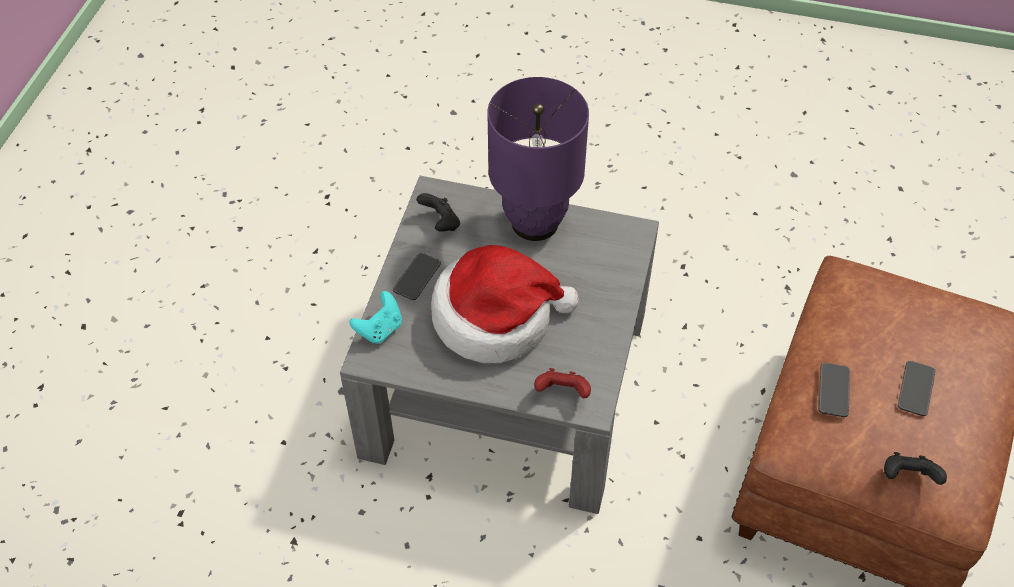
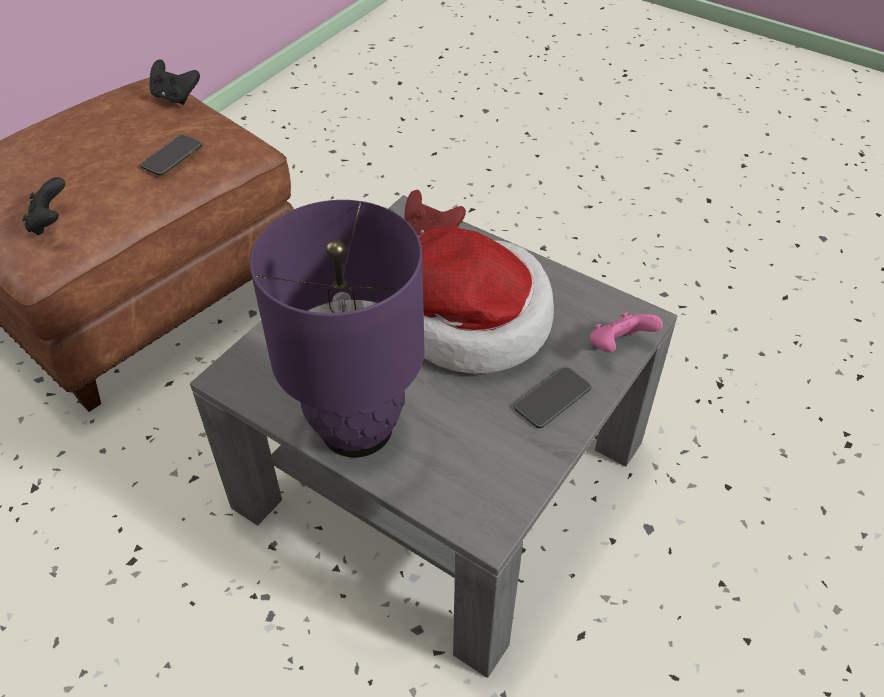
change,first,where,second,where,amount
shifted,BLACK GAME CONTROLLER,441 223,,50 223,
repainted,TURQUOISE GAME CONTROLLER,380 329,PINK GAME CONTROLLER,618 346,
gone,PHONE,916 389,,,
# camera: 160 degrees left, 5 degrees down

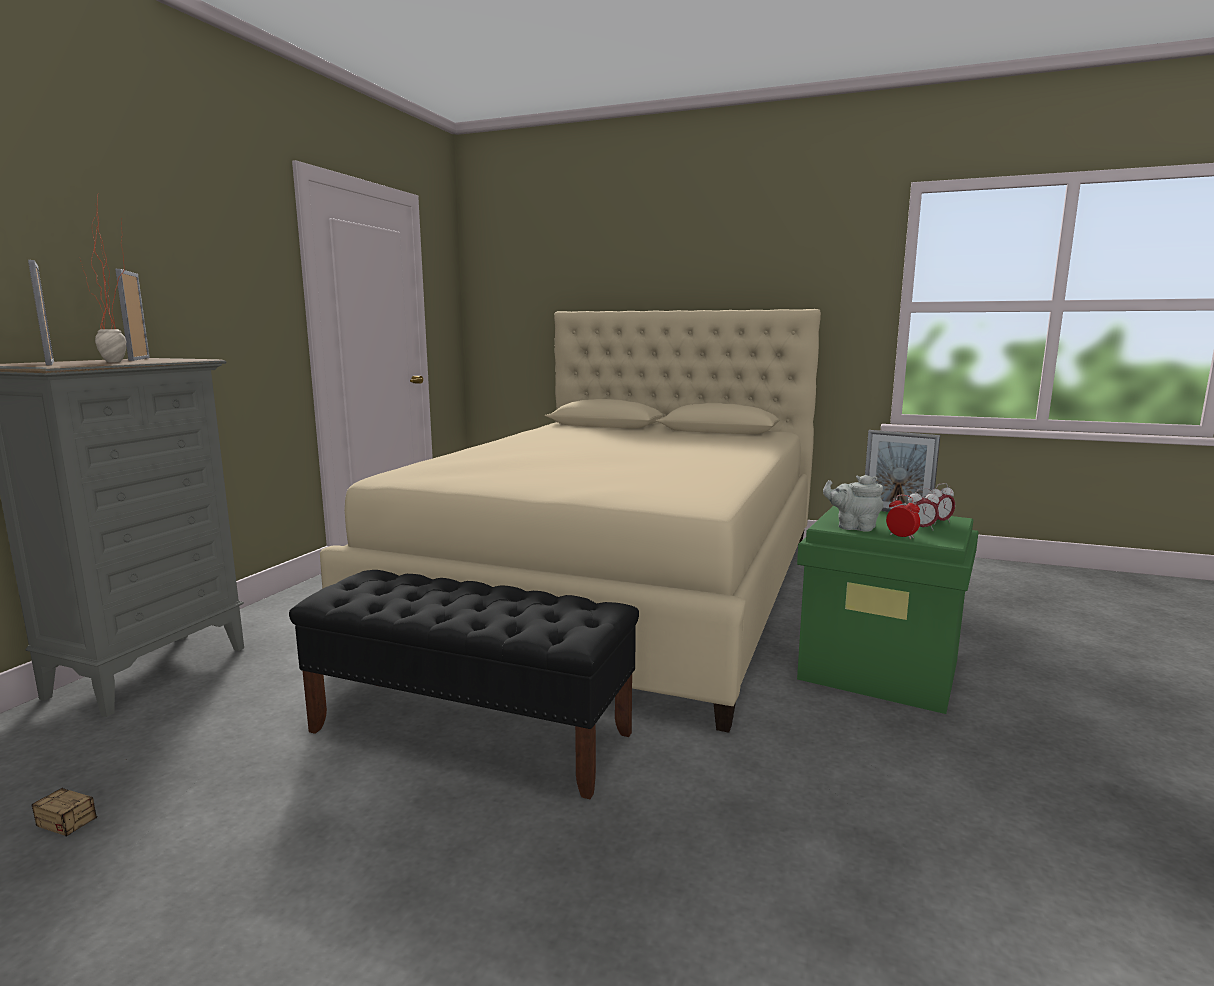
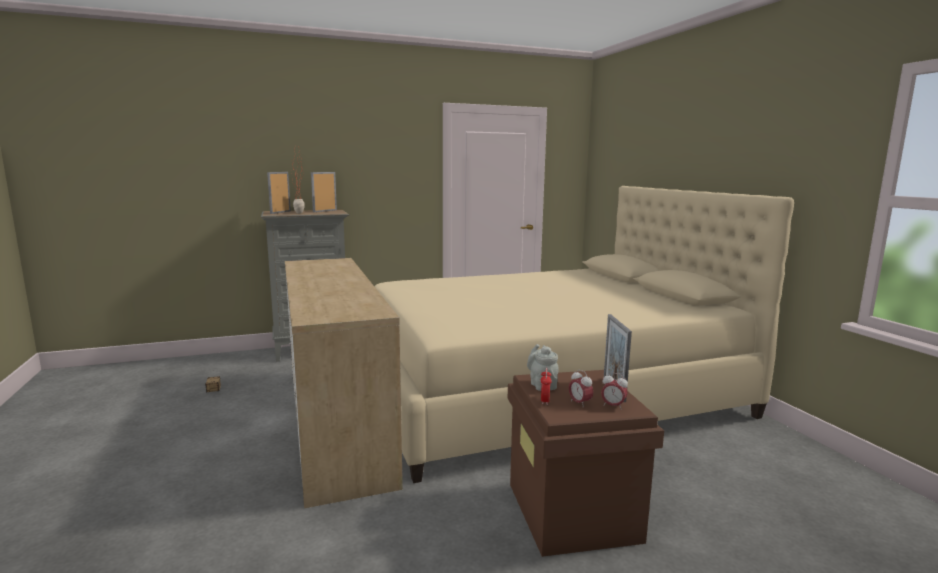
change,first,where,second,where,amount
repainted,GREEN STORAGE BOX,881 670,BROWN STORAGE BOX,573 512,
swapped,BLACK BENCH,471 732,DRESSER,336 422,
# camera: 50 degrees right, 0 degrees up

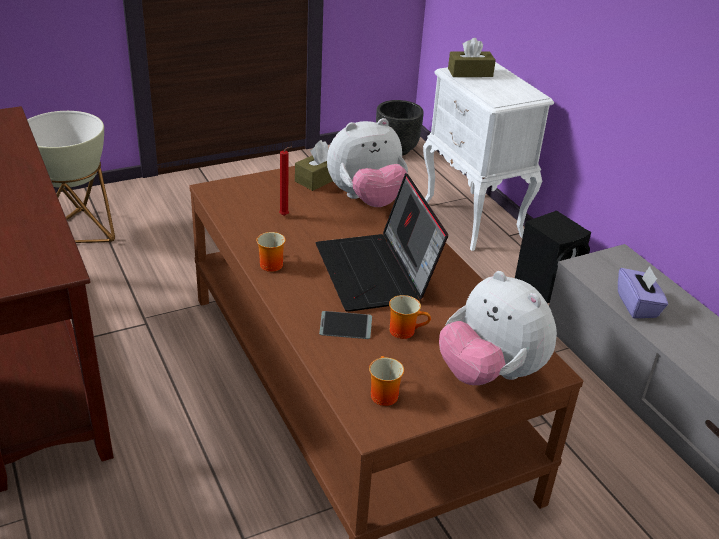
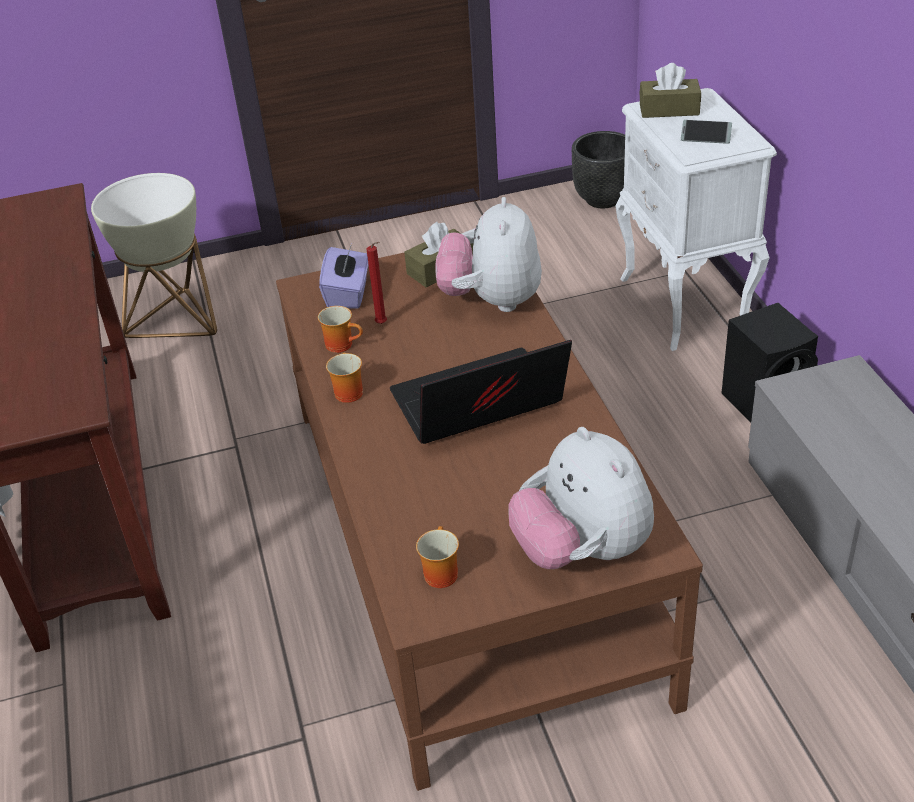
change,first,where,second,where,amount
rotated,PLUSH TOY,366 200,,492 300,105 degrees clockwise
rotated,LAPTOP,377 273,,477 407,75 degrees clockwise
shifted,PURPLE TISSUE BOX,637 305,,348 294,
shifted,MUG,405 330,,343 344,
shifted,PHONE,345 329,,705 137,
# camera: 15 degrees right, 5 degrees up

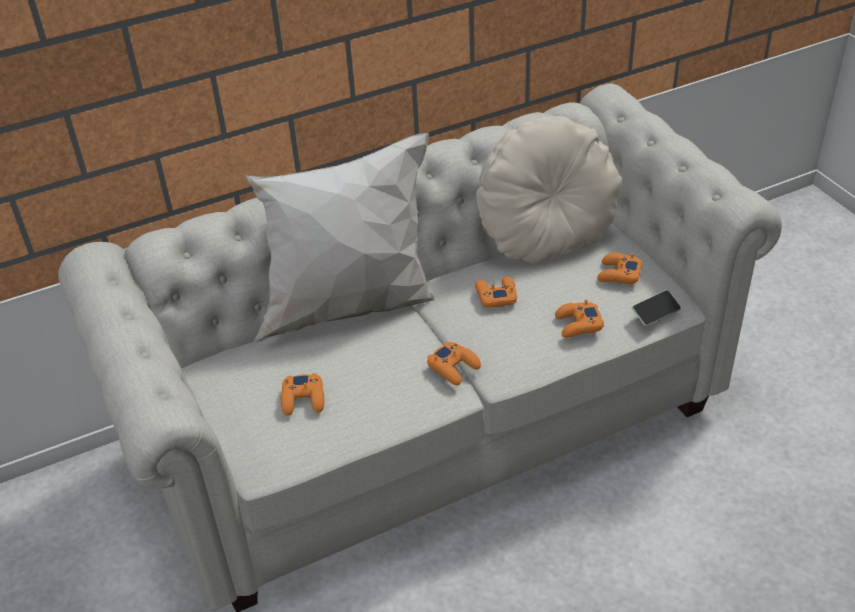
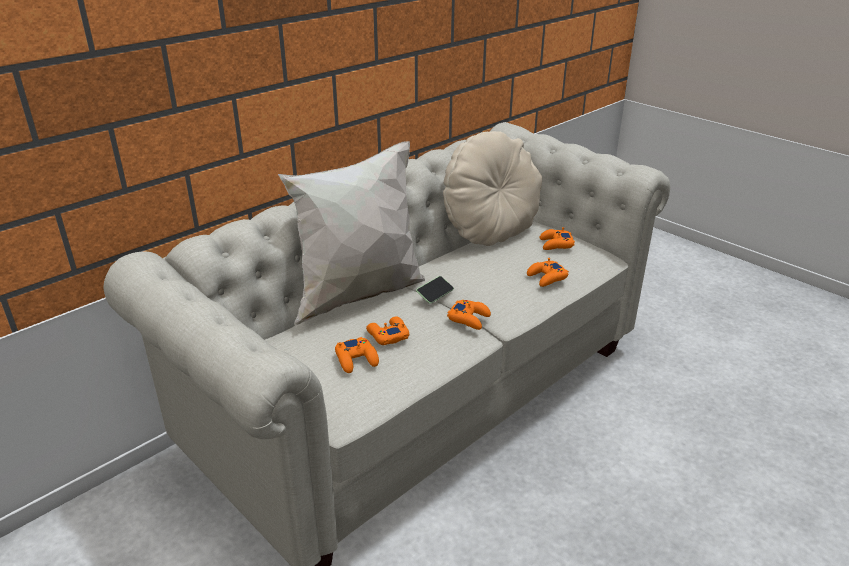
change,first,where,second,where,amount
shifted,ORANGE GAME CONTROLLER,495 296,,387 335,
shifted,PHONE,655 313,,435 295,
# camera: 20 degrees left, 10 degrees down

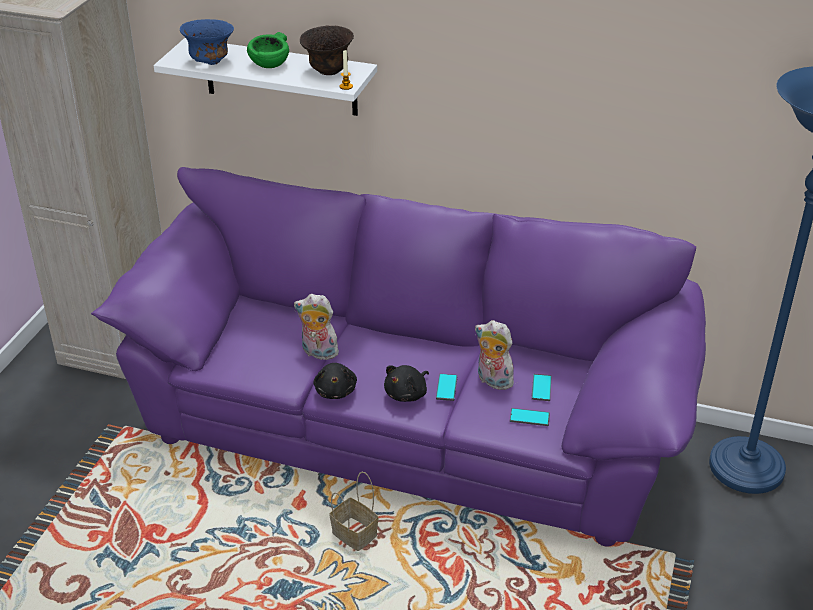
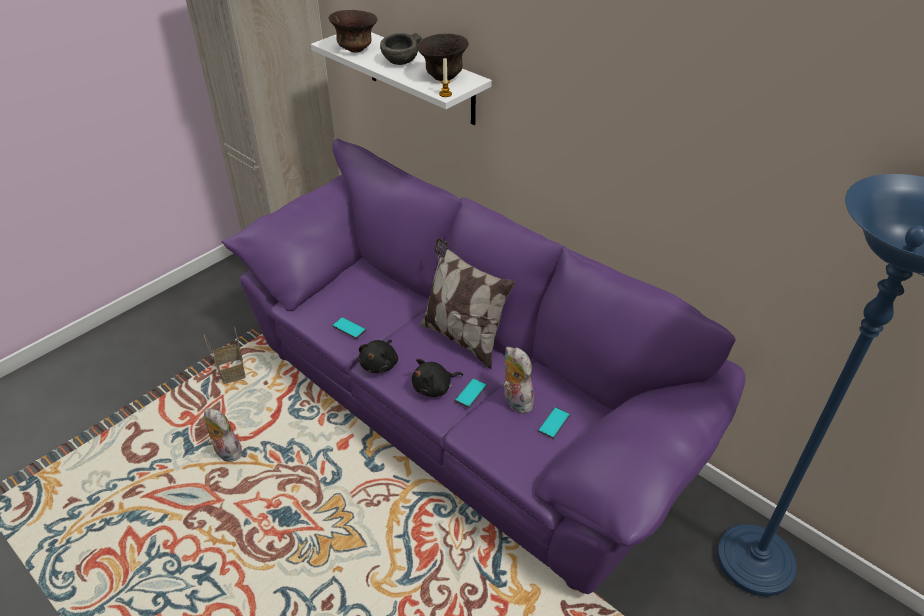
change,first,where,second,where,amount
repainted,BLUE BOWL,209 61,BROWN BOWL,355 49,
repainted,GREEN BOWL,270 64,GREY BOWL,400 61,
shifted,PLUSH TOY,318 353,,226 452,
shifted,PHONE,529 417,,349 328,
shifted,BASKET,353 535,,231 372,
new,,,PILLOW,463 338,
# camera: 25 degrees right, 5 degrees up

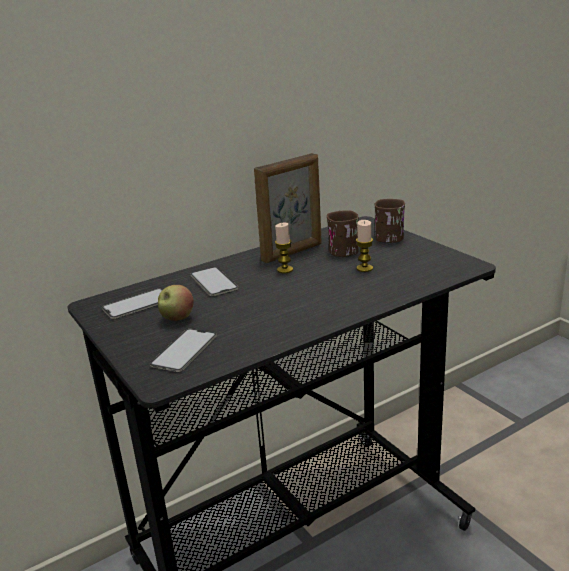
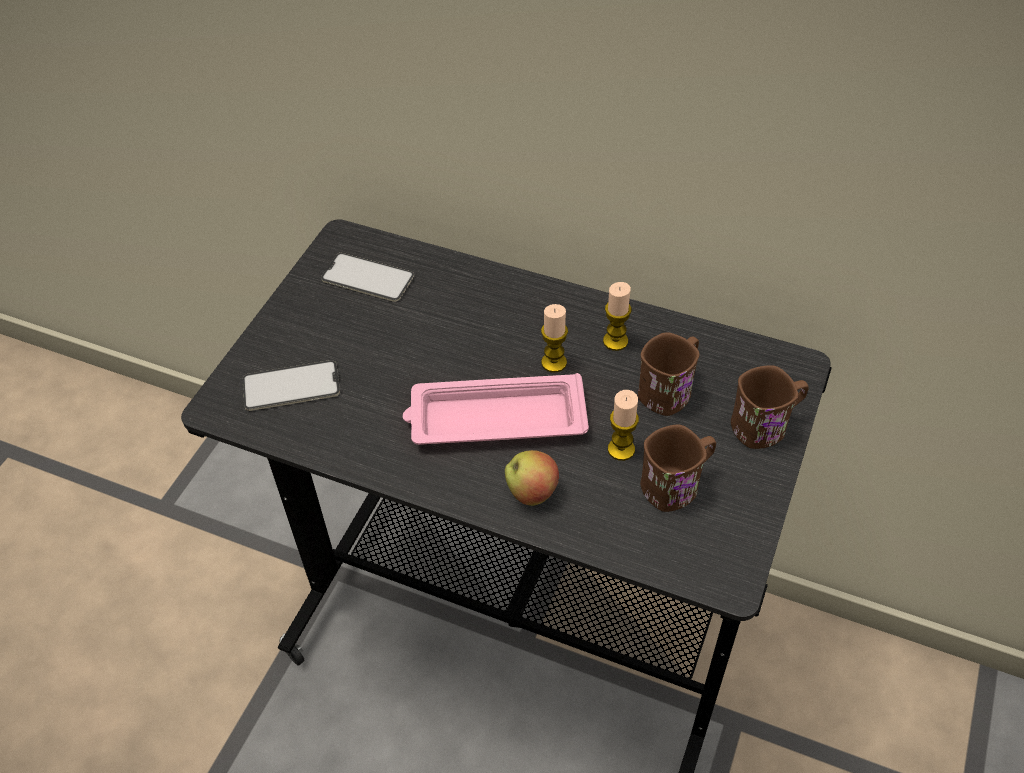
change,first,where,second,where,amount
swapped,PICTURE FRAME,293 252,CANDLE,615 341,
gone,PHONE,213 282,,,
shifted,APPLE,177 318,,532 492,
new,,,PINK TRAY,494 419,
new,,,BROWN MUG,677 484,
# camera: 55 degrees right, 25 degrees up

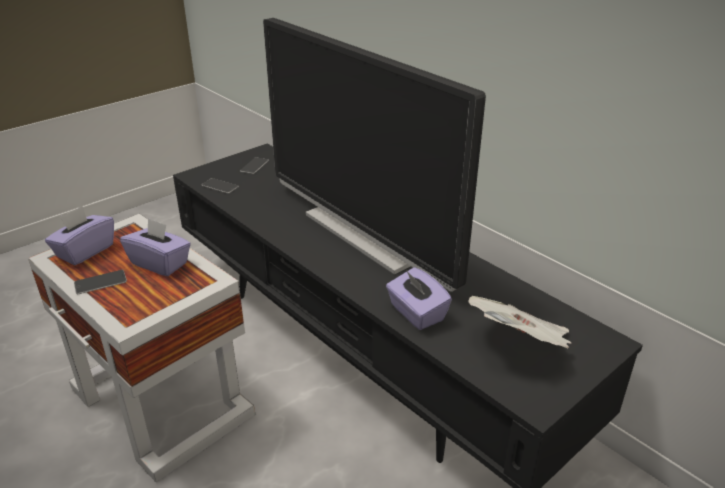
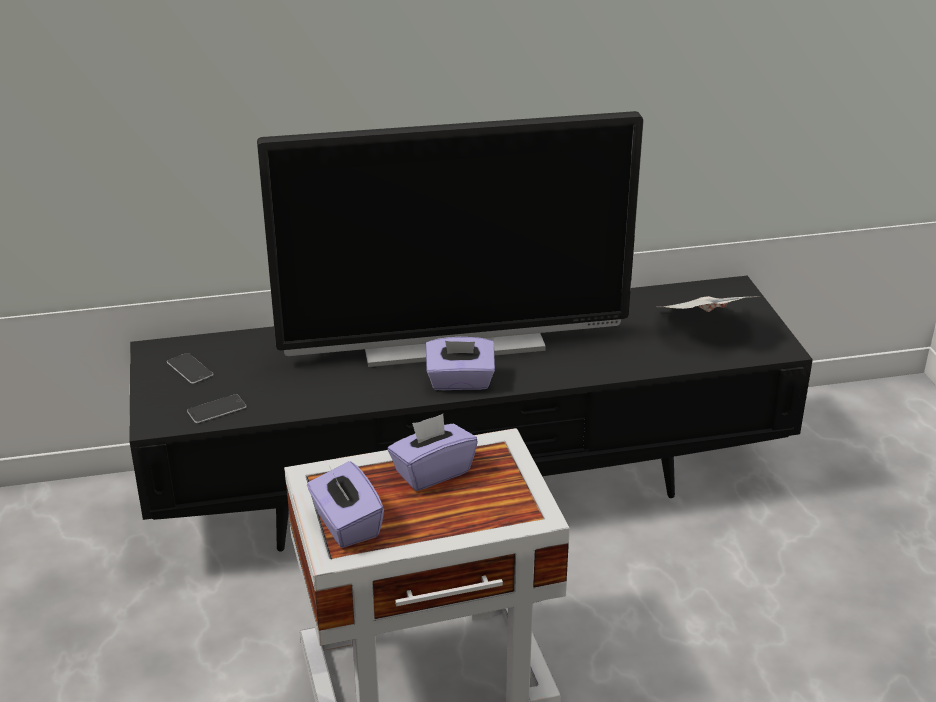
change,first,where,second,where,amount
shifted,PURPLE TISSUE BOX,416 313,,460 382,
gone,PHONE,100 282,,,
# camera: 60 degrees left, 0 degrees up

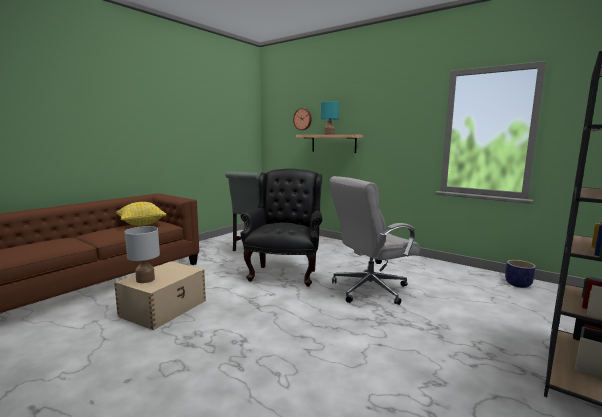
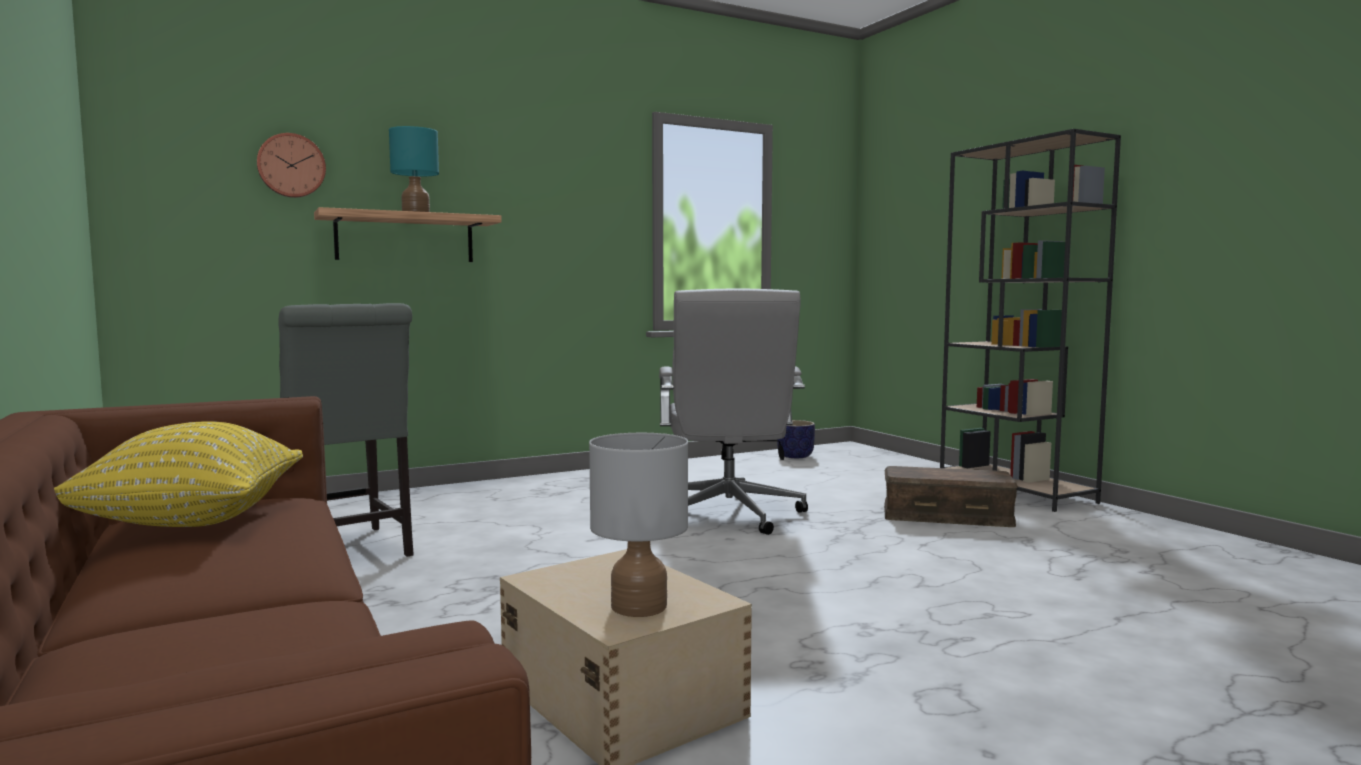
change,first,where,second,where,amount
gone,BLACK ARMCHAIR,285 272,,,
new,,,BROWN STORAGE BOX,947 515,
# camera: 65 degrees left, 5 degrees down

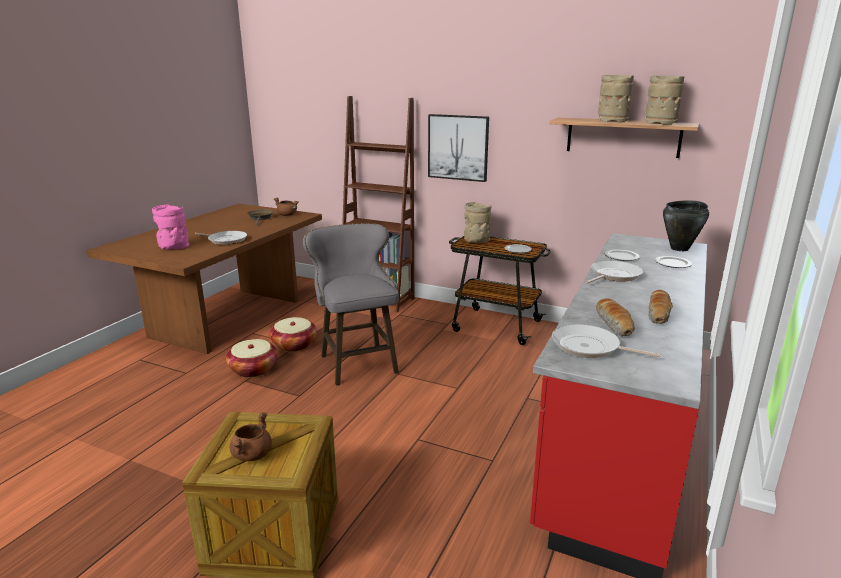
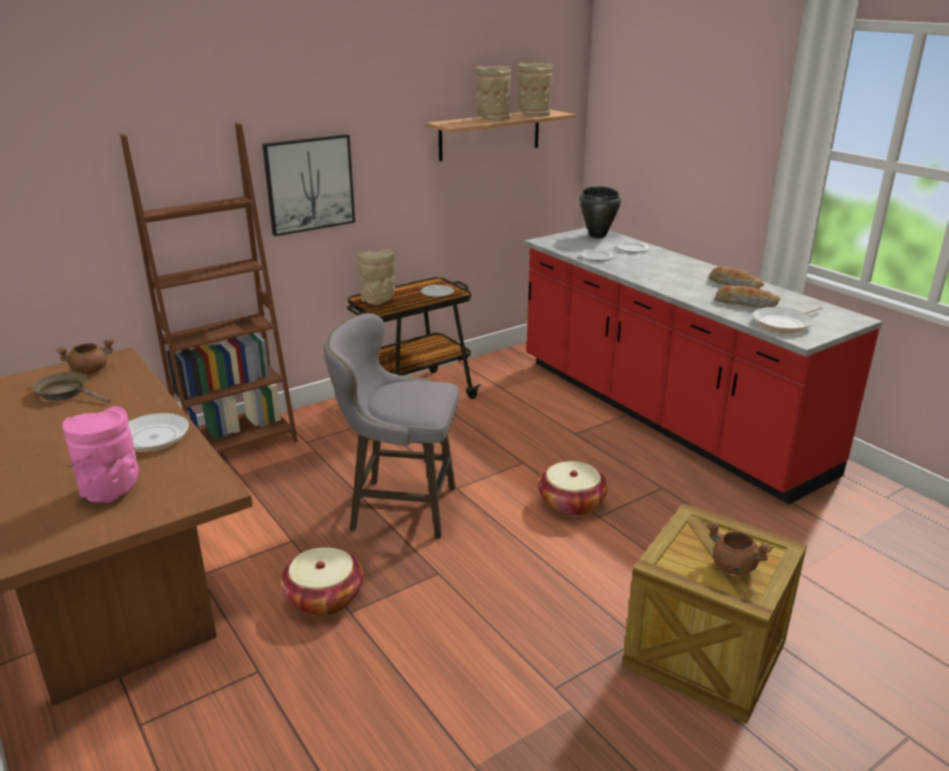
change,first,where,second,where,amount
gone,FRYING PAN,613 275,,,
shifted,BASKET,294 345,,571 503,
# camera: 60 degrees left, 5 degrees up

